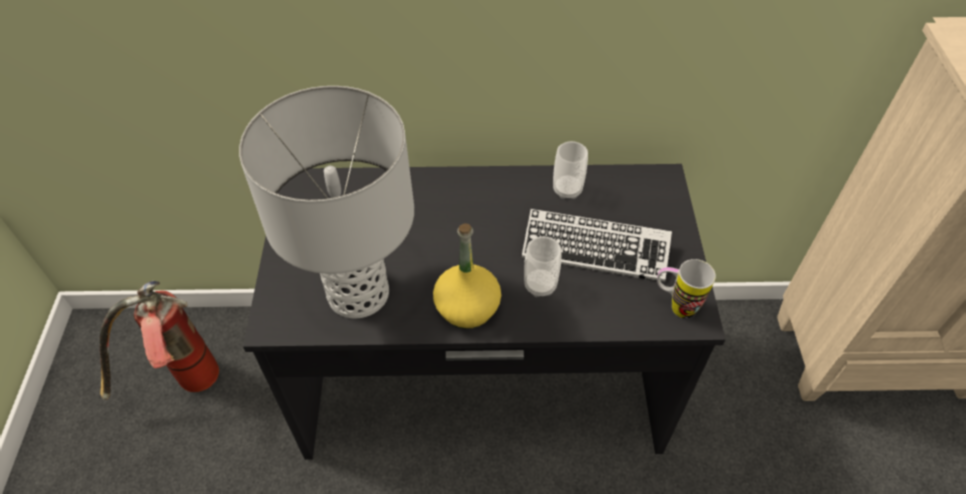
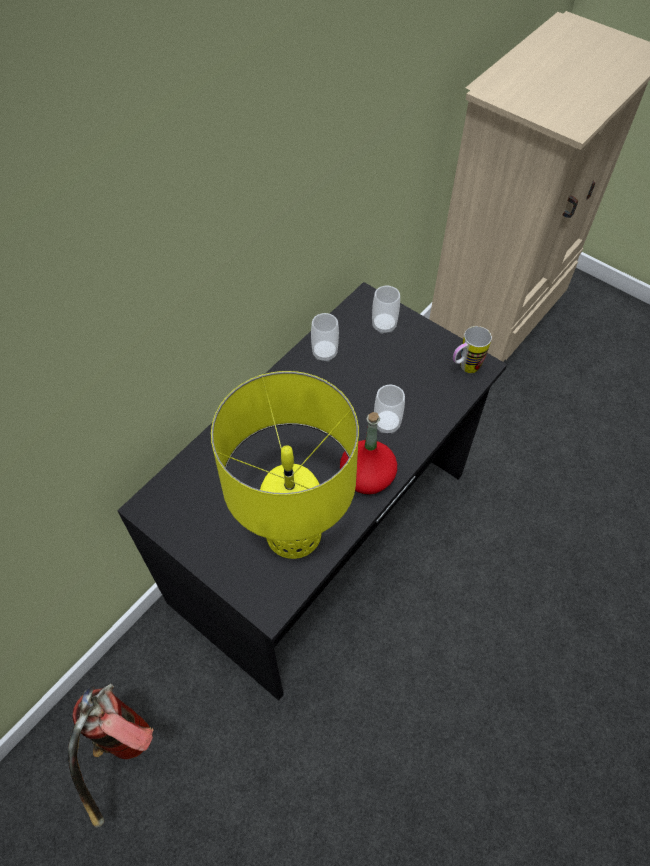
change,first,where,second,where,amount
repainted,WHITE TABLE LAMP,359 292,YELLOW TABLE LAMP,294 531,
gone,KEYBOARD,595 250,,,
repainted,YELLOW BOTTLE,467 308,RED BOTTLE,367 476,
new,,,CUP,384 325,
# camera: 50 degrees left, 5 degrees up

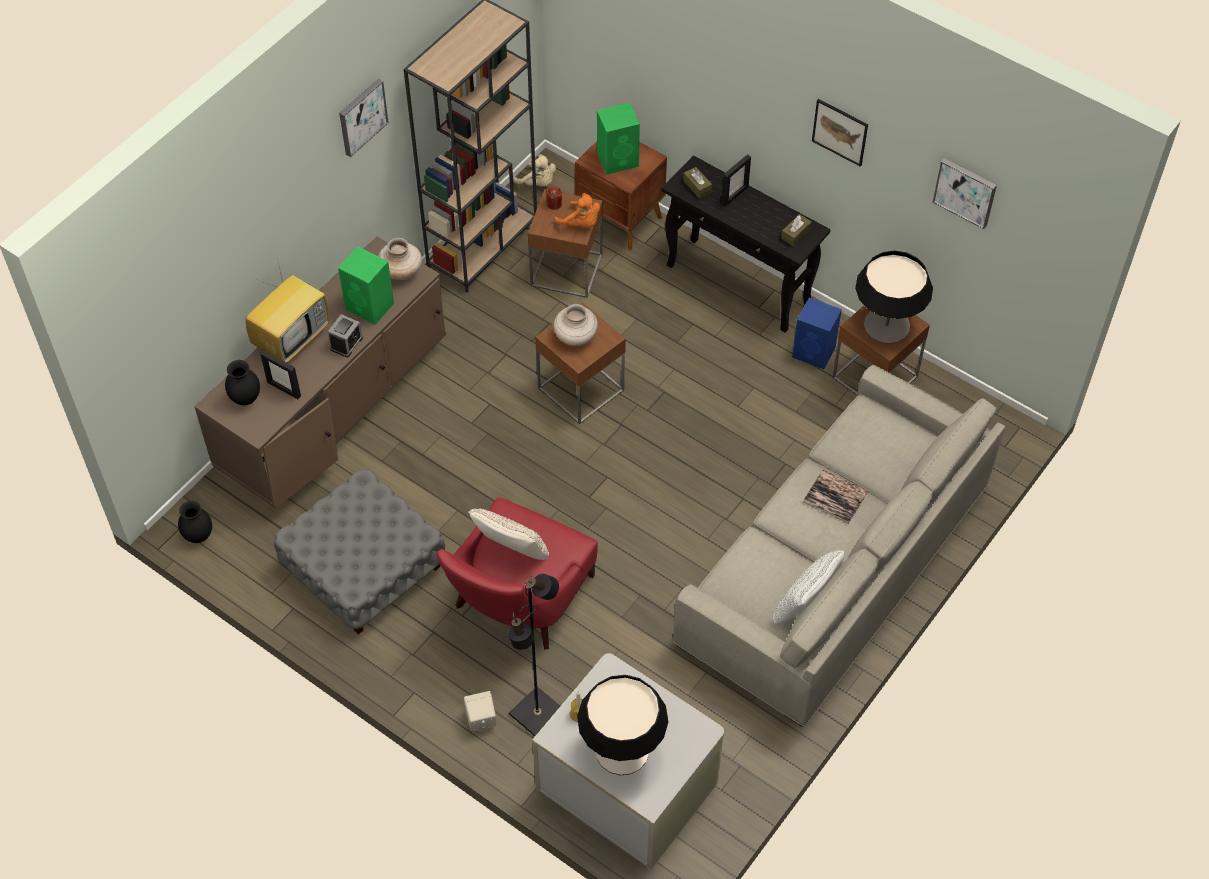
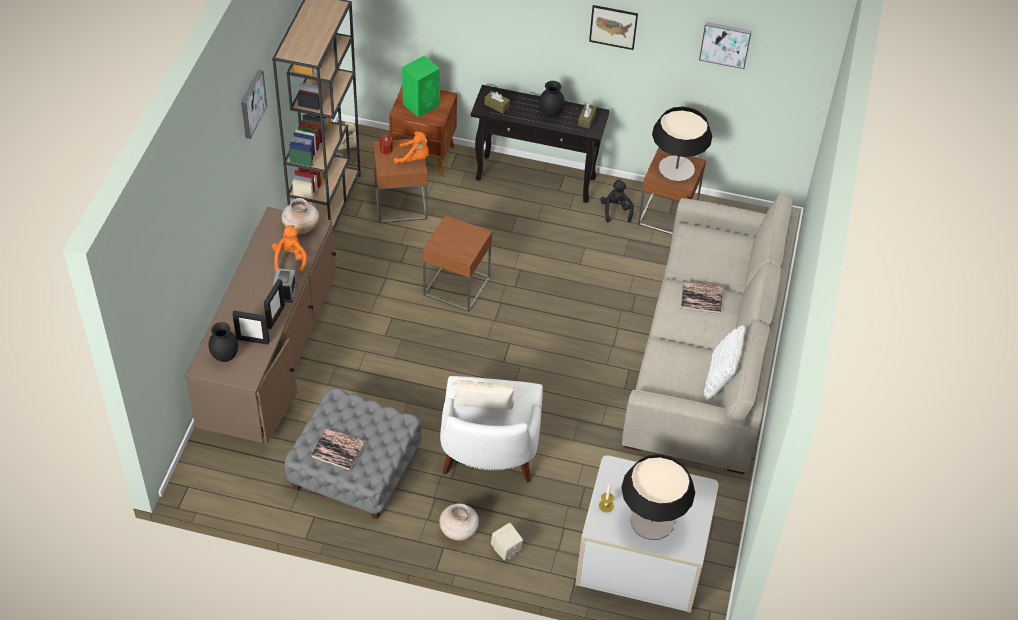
change,first,where,second,where,amount
shifted,PICTURE FRAME,734 195,,275 316,
swapped,GREEN SPEAKER,370 307,ORANGE PLUSH TOY,290 259,
gone,TELEVISION,292 338,,,
swapped,BLUE SPEAKER,814 352,BLACK PLUSH TOY,616 210,
shifted,BEIGE VASE,576 337,,459 531,
repainted,RED ARMCHAIR,517 602,WHITE ARMCHAIR,488 454,
shifted,BLACK VASE,199 536,,551 114,
gone,BLACK FLOOR LAMP,537 713,,,
new,,,BOOK,338 449,
# camera: 25 degrees left, 5 degrees down

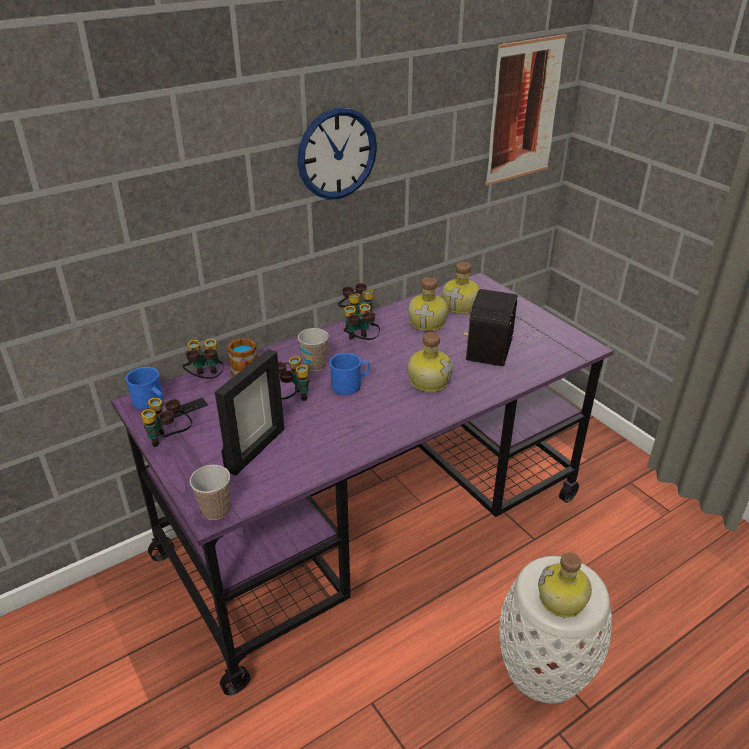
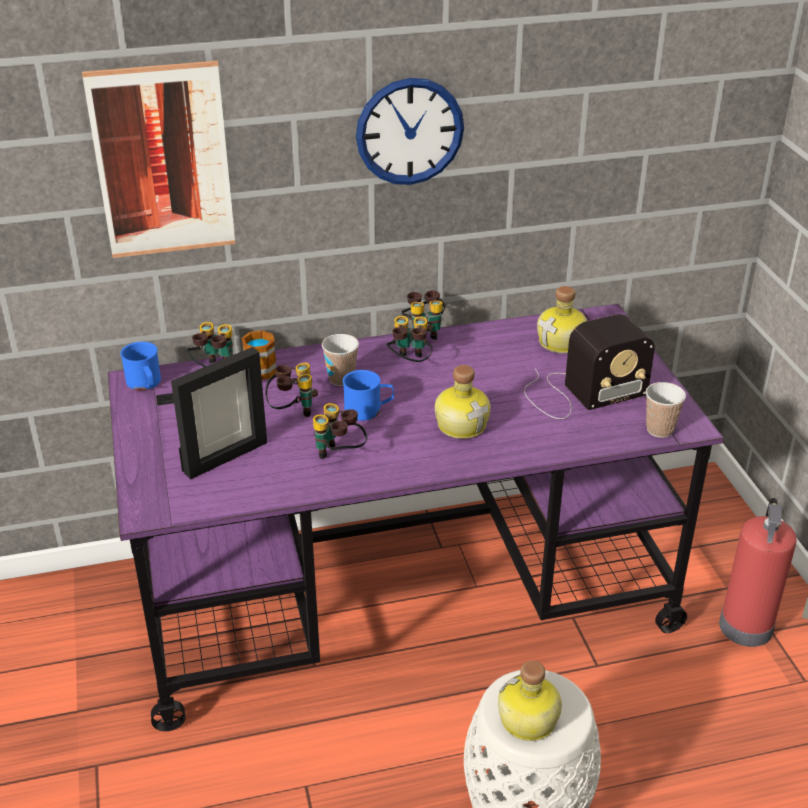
change,first,where,second,where,amount
shifted,PICTURE,523 111,,163 162,
gone,BOTTLE,428 322,,,
rotated,RADIO,497 339,,580 393,150 degrees counterclockwise
shifted,BINOCULARS,170 441,,339 456,
shifted,CUP,215 510,,659 430,
new,,,FIRE EXTINGUISHER,746 624,
# camera: 20 degrees right, 0 degrees up

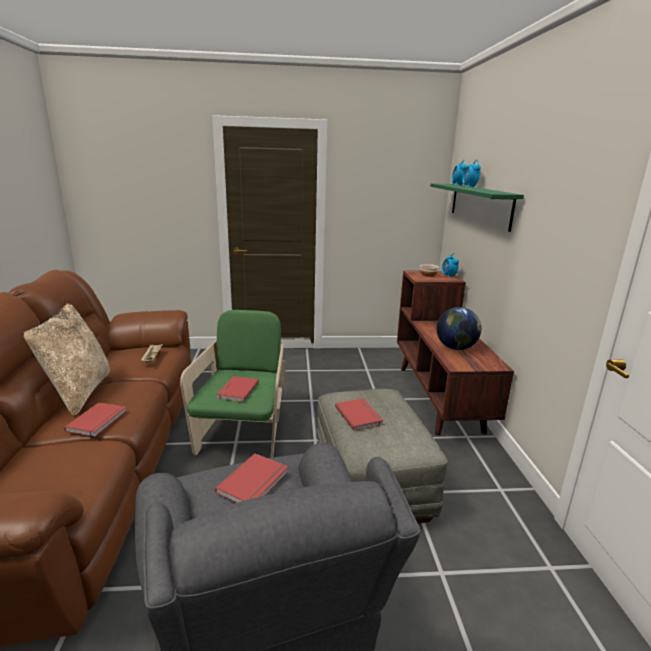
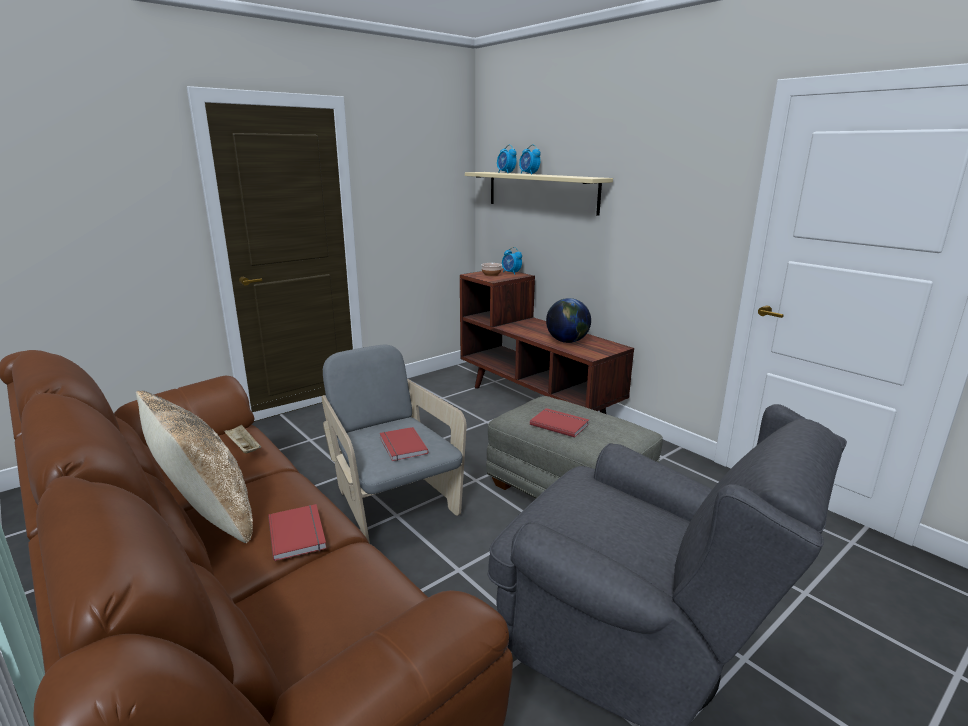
change,first,where,second,where,amount
repainted,GREEN SHELF,479 204,BEIGE SHELF,541 192,
repainted,GREEN ARMCHAIR,243 433,GREY ARMCHAIR,393 504,
gone,RED BOOK,255 482,,,
# camera: 35 degrees left, 0 degrees up

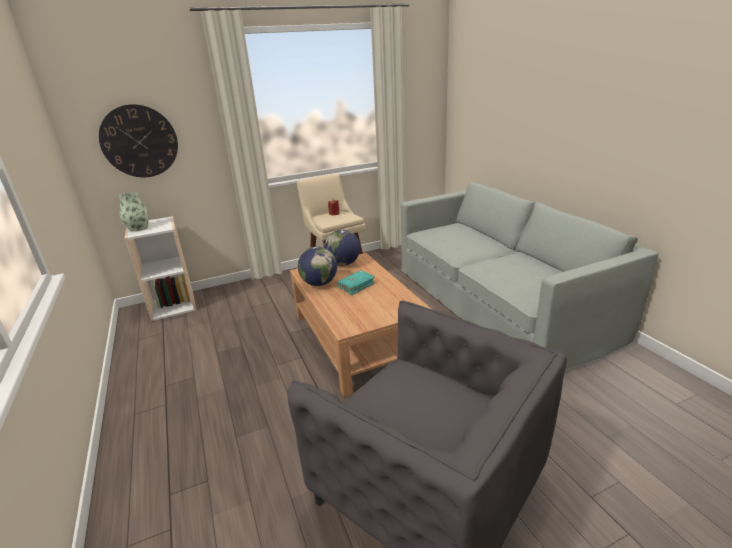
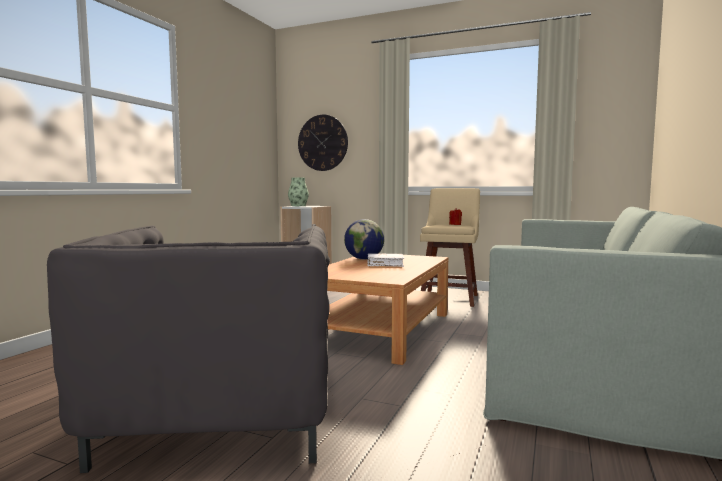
change,first,where,second,where,amount
gone,GLOBE,343 264,,,
repainted,TURQUOISE BOOK,356 286,WHITE BOOK,385 264,
# camera: 45 degrees right, 20 degrees down

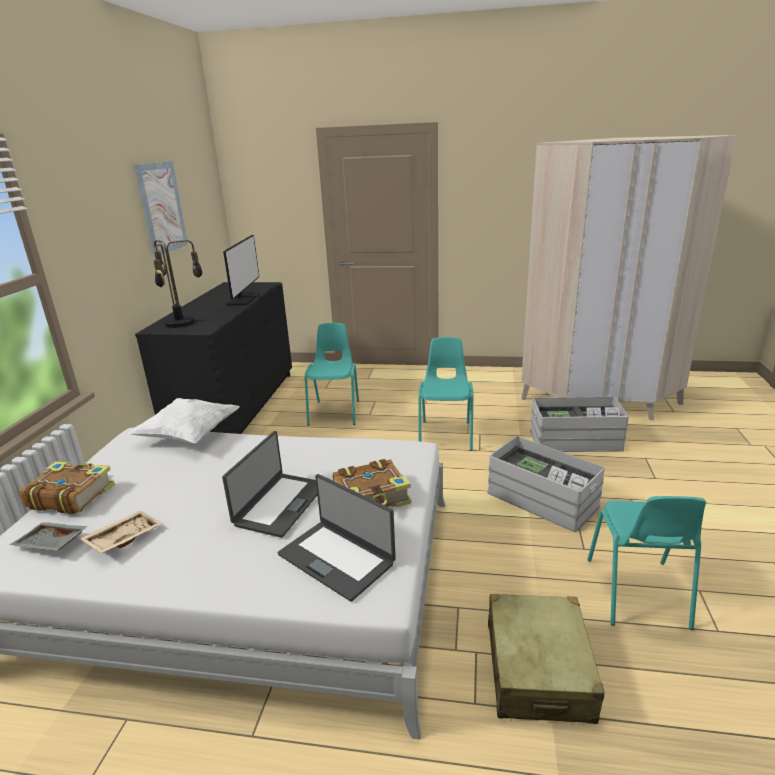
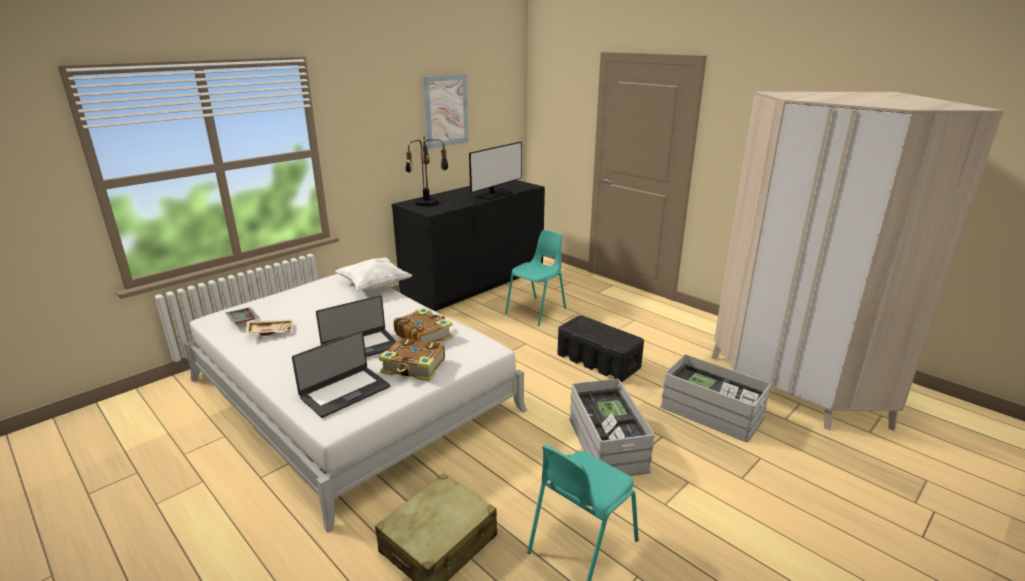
change,first,where,second,where,amount
swapped,TURQUOISE CHAIR,446 435,BLACK STORAGE BOX,598 361,
shifted,BOOK,71 496,,423 335,
rotated,LAPTOP,337 558,,344 391,120 degrees counterclockwise
# camera: 35 degrees right, 0 degrees up

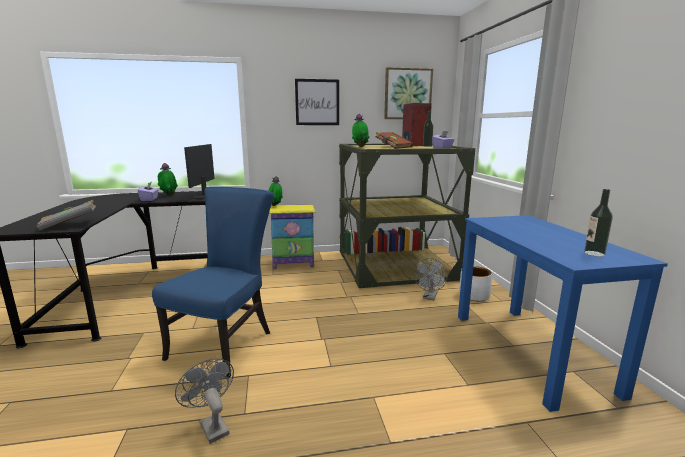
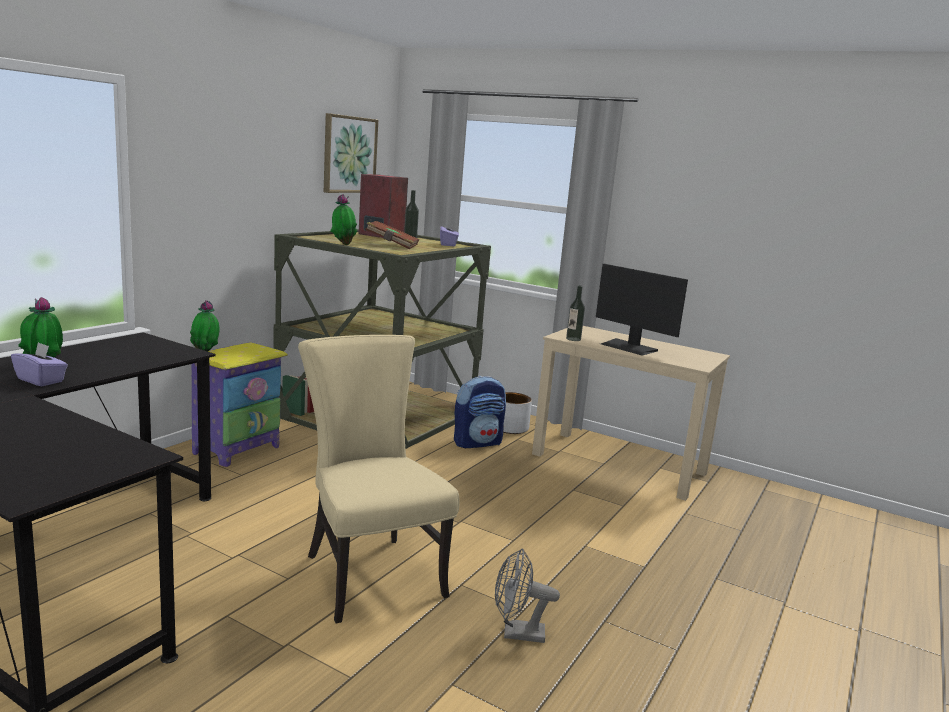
change,first,where,second,where,amount
gone,PICTURE,317 102,,,
shifted,MONITOR,199 196,,629 347,
repainted,BLUE CHAIR,226 342,BEIGE CHAIR,369 571,
shifted,BOTTLE,594 253,,573 339,
gone,GREY BOOK,69 225,,,
repainted,BLUE DESK,529 351,BEIGE DESK,619 464,
swapped,GREY FAN,429 297,BACKPACK,478 442,
# camera: 50 degrees left, 0 degrees up

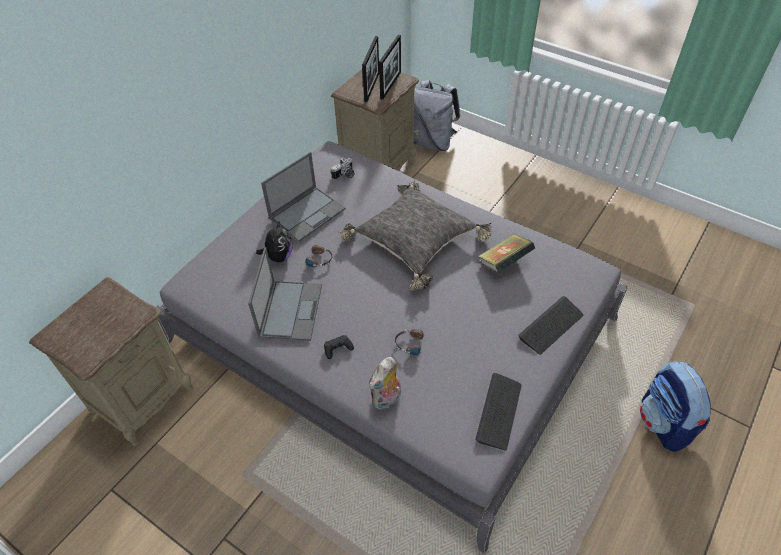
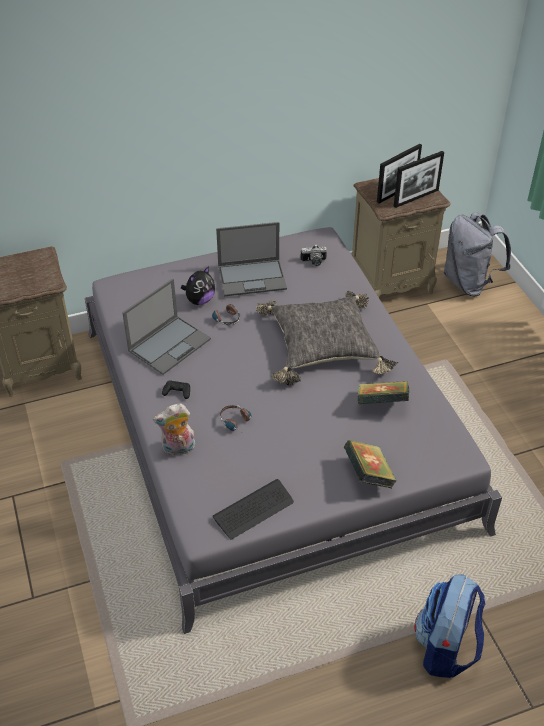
change,first,where,second,where,amount
swapped,KEYBOARD,551 326,BOOK,368 475,
# camera: 35 degrees right, 5 degrees down

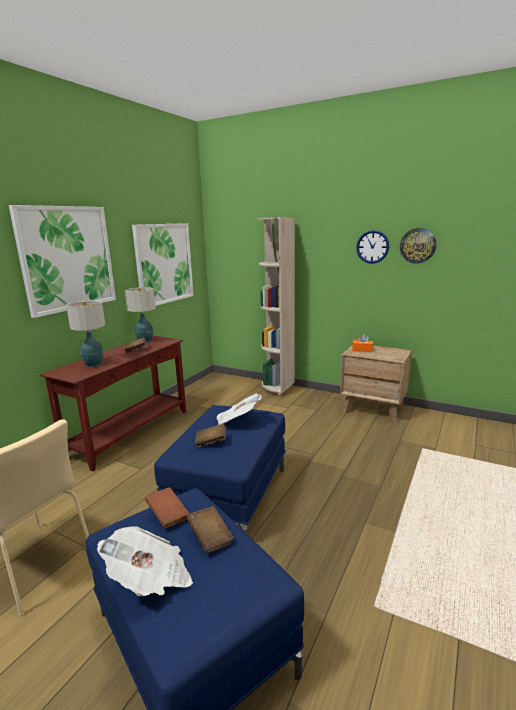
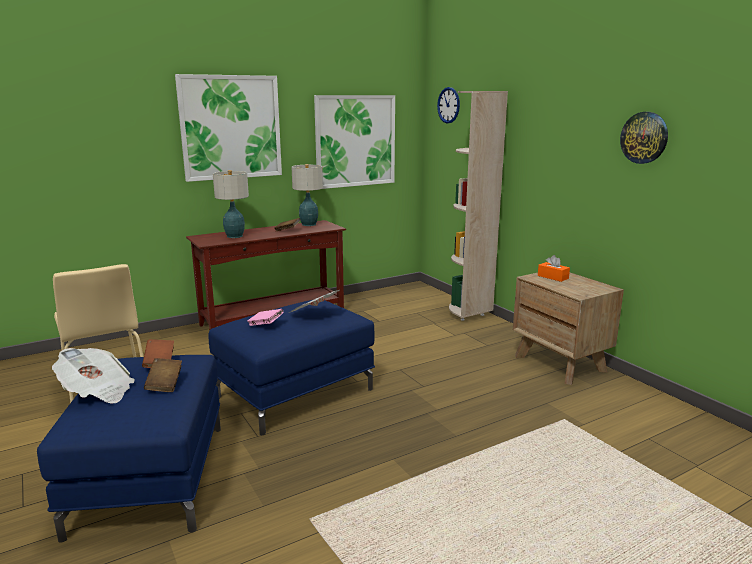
change,first,where,second,where,amount
shifted,WALL CLOCK,372 247,,448 105,
repainted,BROWN BOOK,211 442,PINK BOOK,265 325,
# camera: 30 degrees right, 0 degrees up

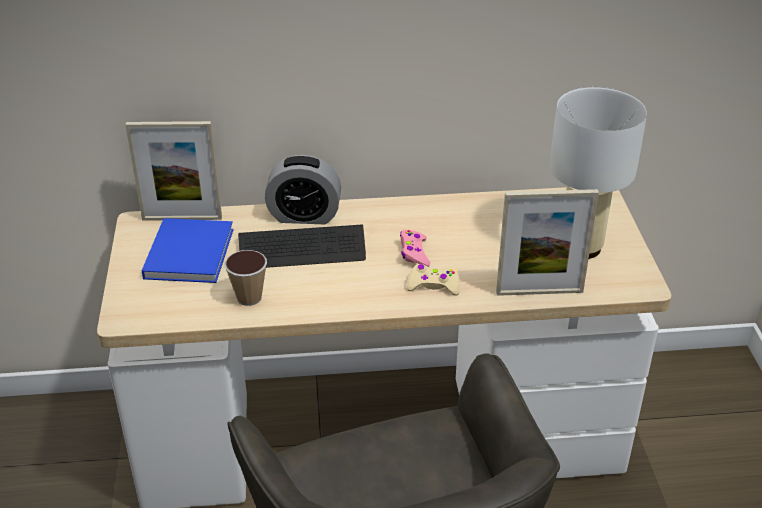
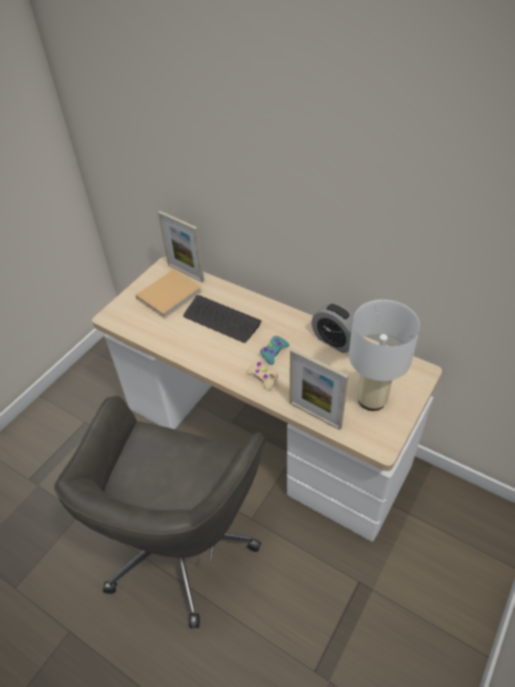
change,first,where,second,where,amount
shifted,ALARM CLOCK,304 216,,335 341,
repainted,BLUE BOOK,190 251,BEIGE BOOK,170 294,
repainted,PINK GAME CONTROLLER,414 253,TURQUOISE GAME CONTROLLER,274 352,
gone,CUP,249 298,,,
# camera: 40 degrees right, 10 degrees up

